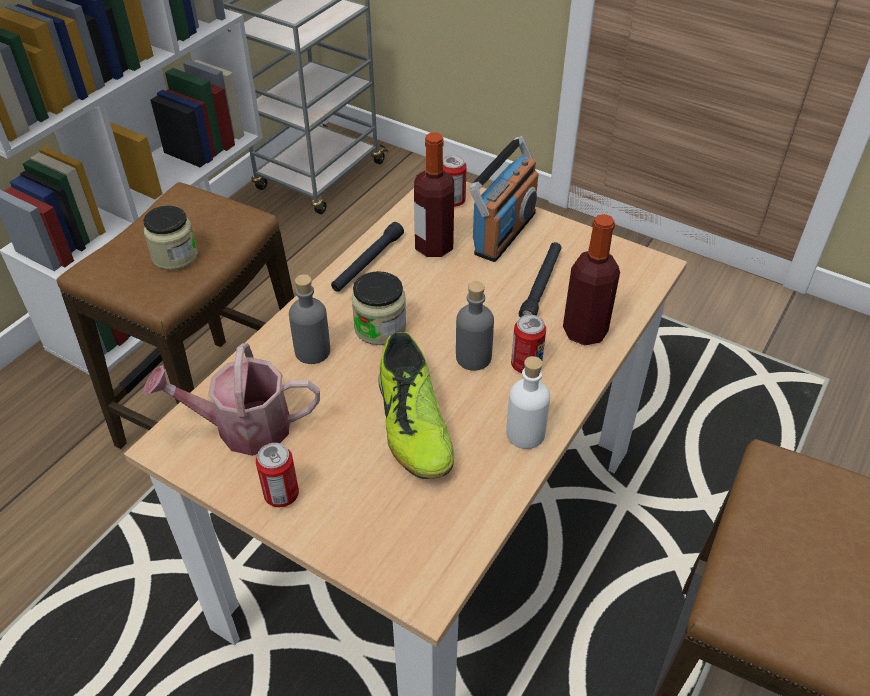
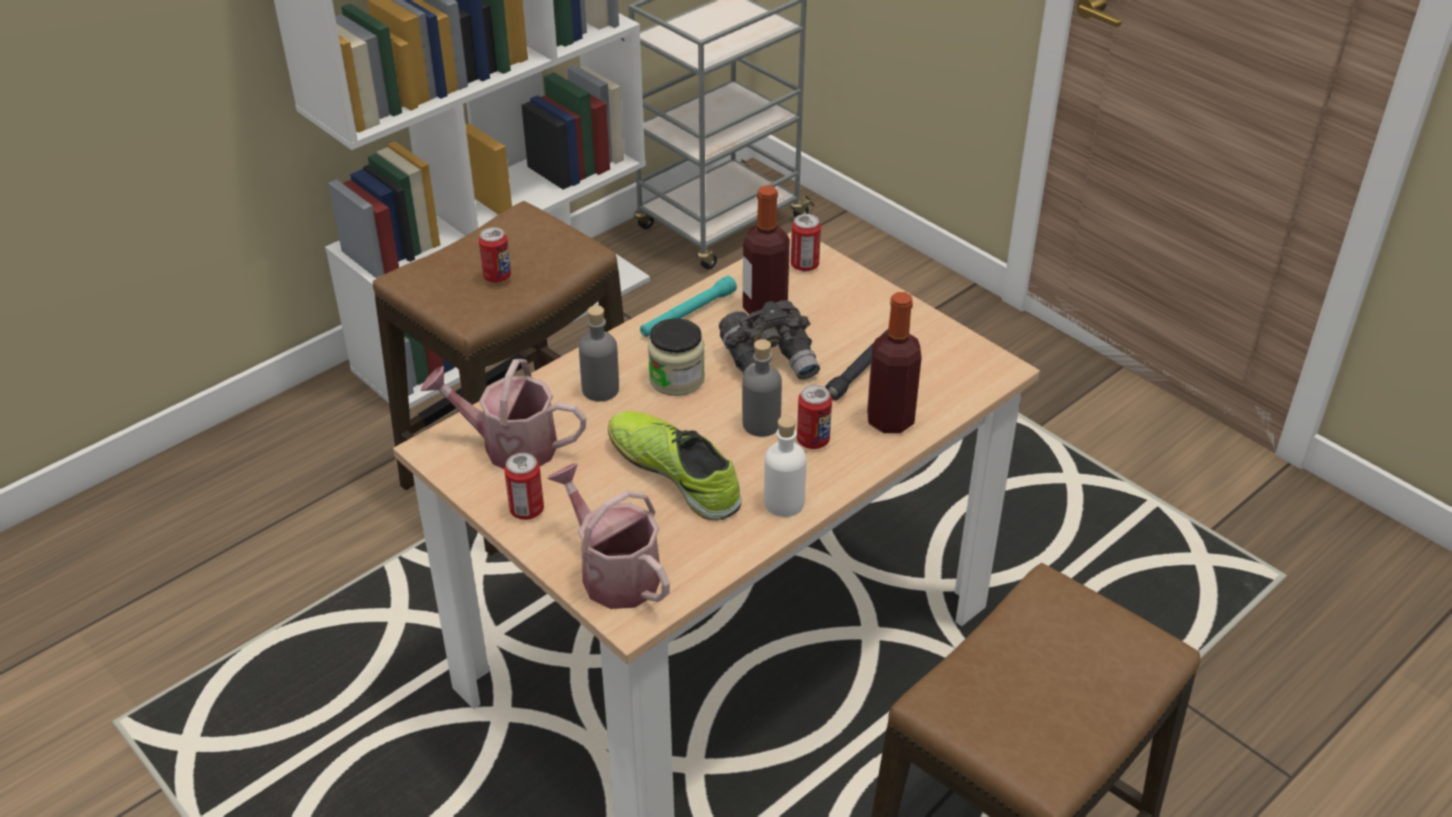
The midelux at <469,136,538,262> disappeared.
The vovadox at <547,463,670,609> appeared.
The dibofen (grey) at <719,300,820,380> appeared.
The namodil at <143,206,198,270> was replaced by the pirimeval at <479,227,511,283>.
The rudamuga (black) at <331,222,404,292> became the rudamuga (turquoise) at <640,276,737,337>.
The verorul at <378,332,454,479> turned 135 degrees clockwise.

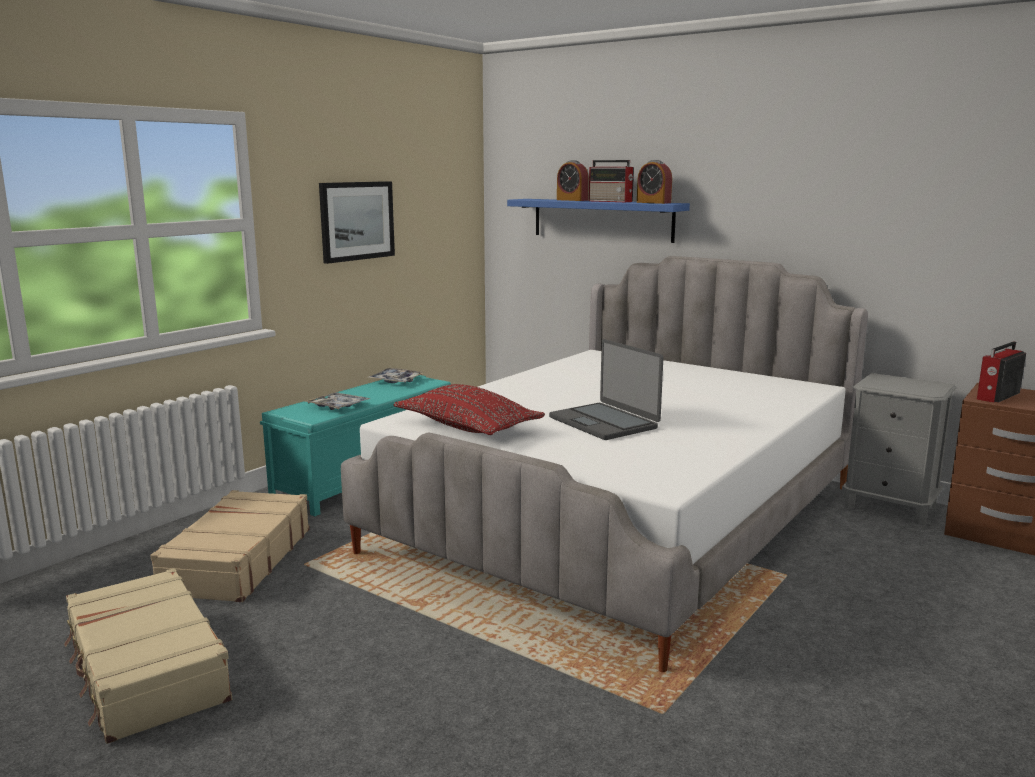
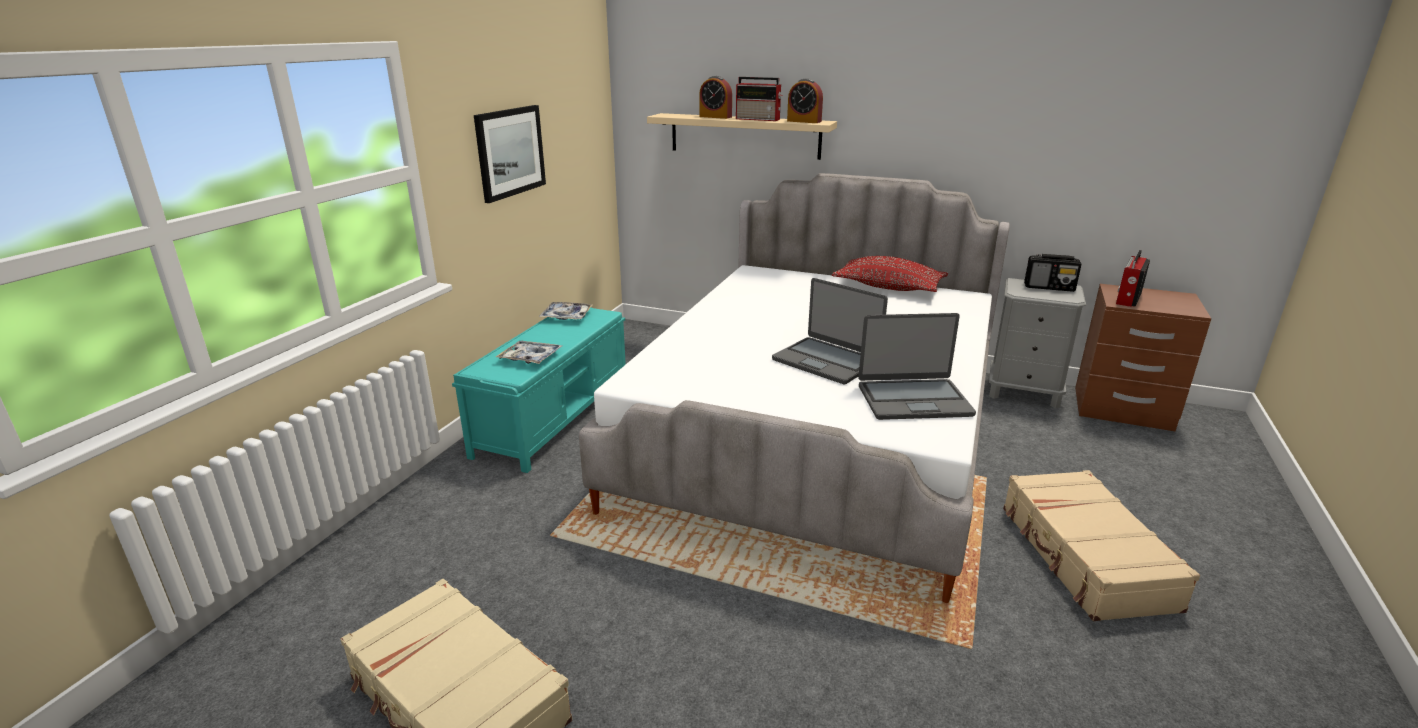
The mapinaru at <858,313,976,420> appeared.
The midelux at <1024,254,1081,292> appeared.
The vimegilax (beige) moved from <150,490,310,602> to <1003,470,1200,621>.
The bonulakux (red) moved from <394,384,545,435> to <832,256,949,292>.
The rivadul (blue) at <507,199,690,243> became the rivadul (beige) at <647,113,837,160>.

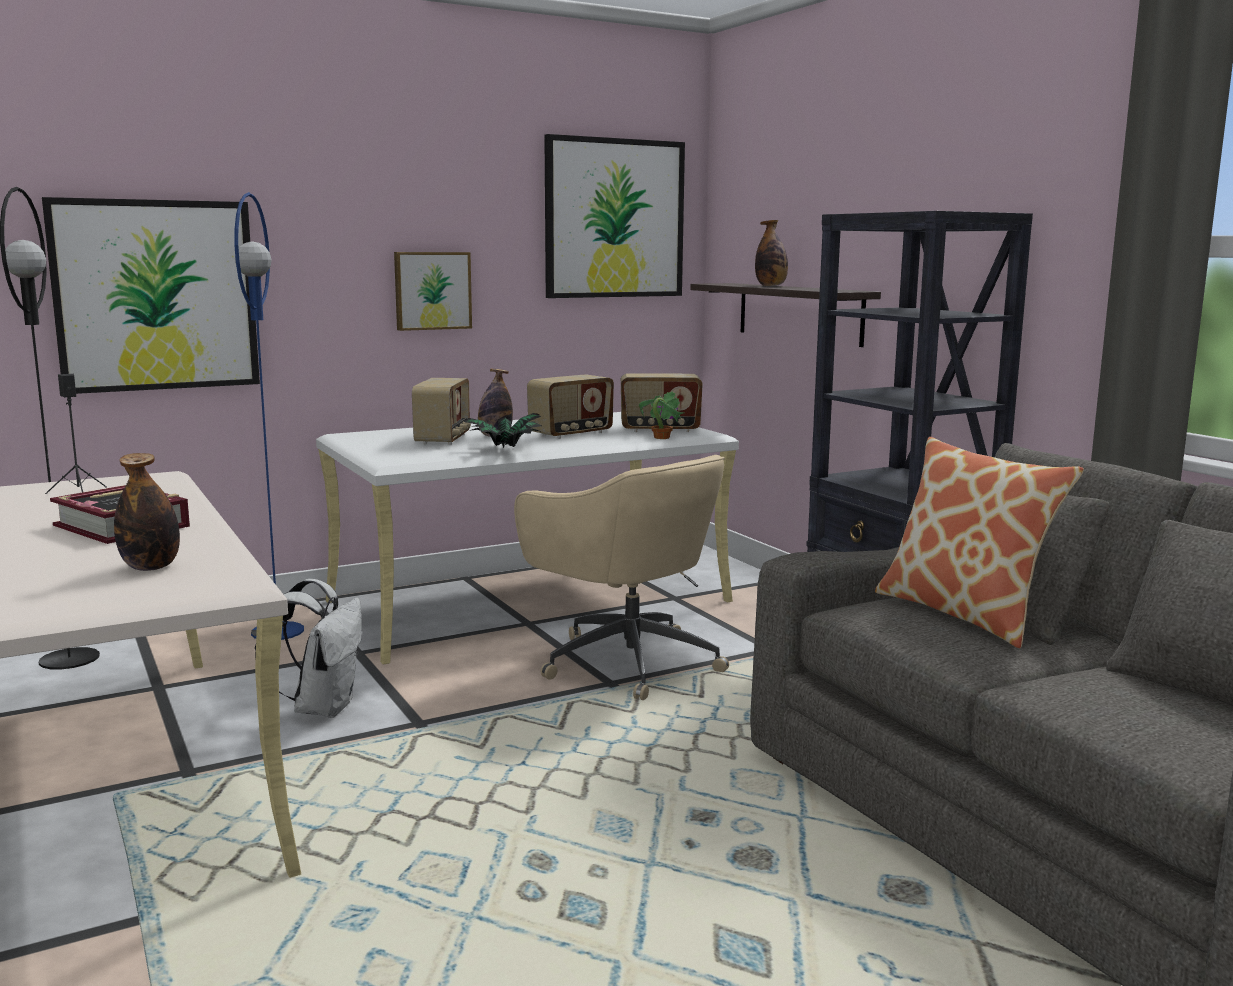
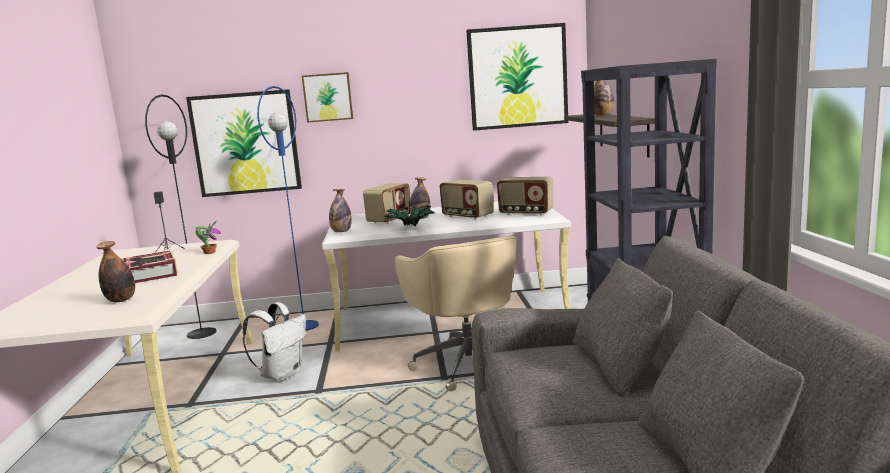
The bonulakux at <875,437,1084,648> disappeared.
The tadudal at <329,189,352,232> appeared.
The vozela moved from <394,252,472,331> to <302,72,353,123>.
The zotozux moved from <639,391,684,439> to <196,221,221,254>.
The midelux at <527,374,614,439> turned 60 degrees clockwise.

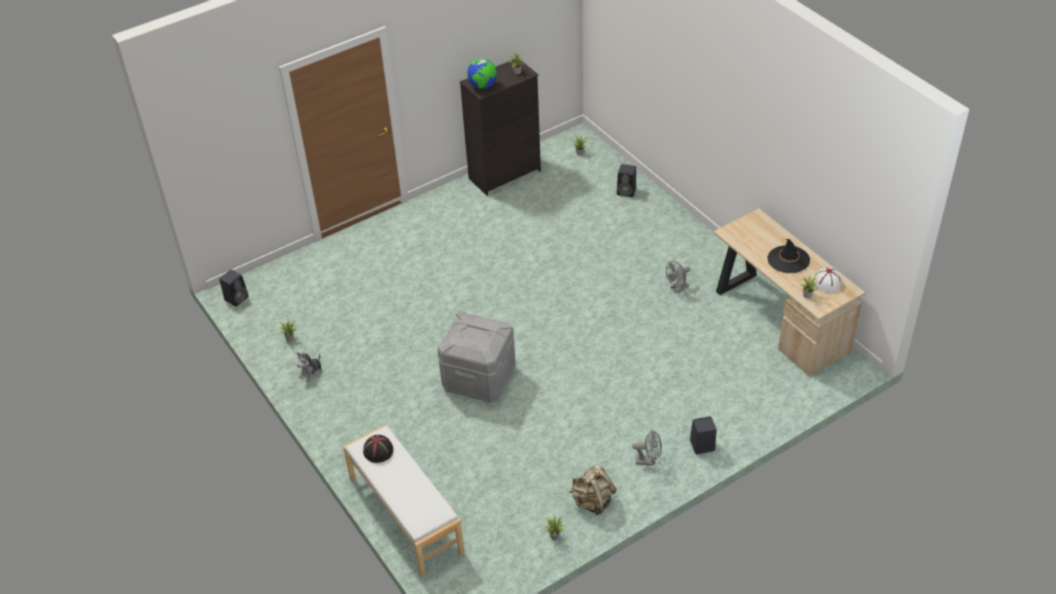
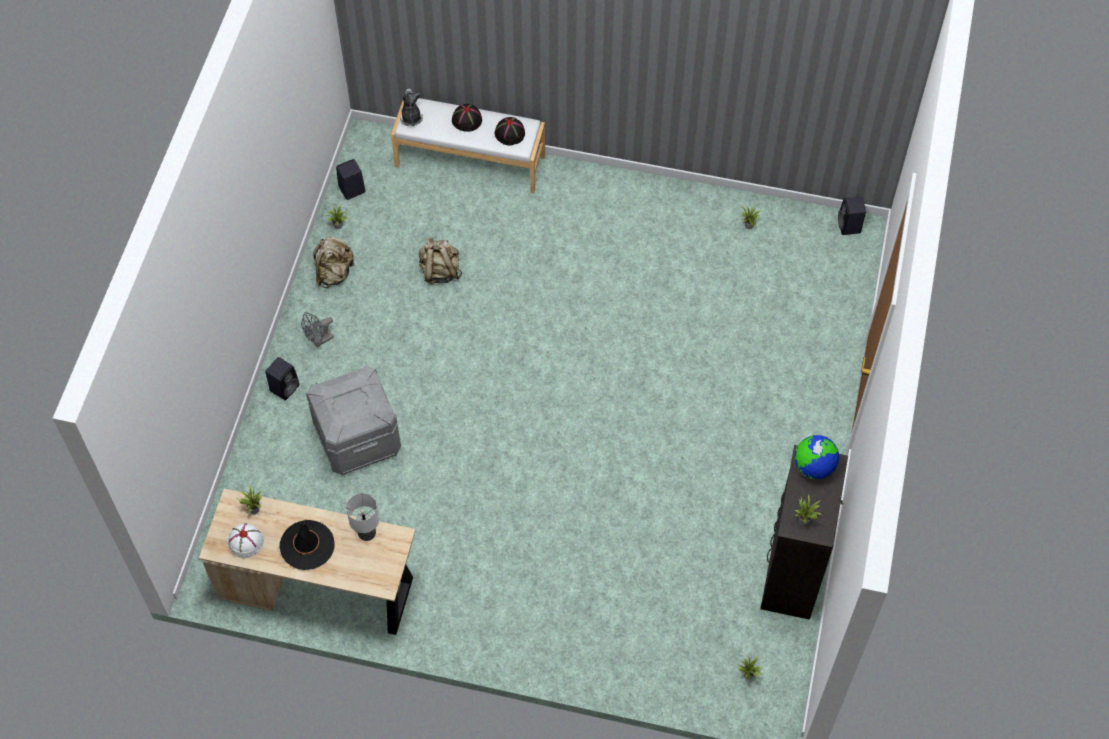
The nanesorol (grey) at <666,261,691,293> disappeared.
The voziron at <346,493,379,541> appeared.
The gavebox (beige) at <419,237,462,284> appeared.
The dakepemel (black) at <452,104,482,132> appeared.
The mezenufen moved from <297,352,322,382> to <400,89,423,126>.
The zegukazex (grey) moved from <437,311,516,403> to <306,366,401,475>.
The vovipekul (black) moved from <617,164,636,197> to <336,159,365,200>.

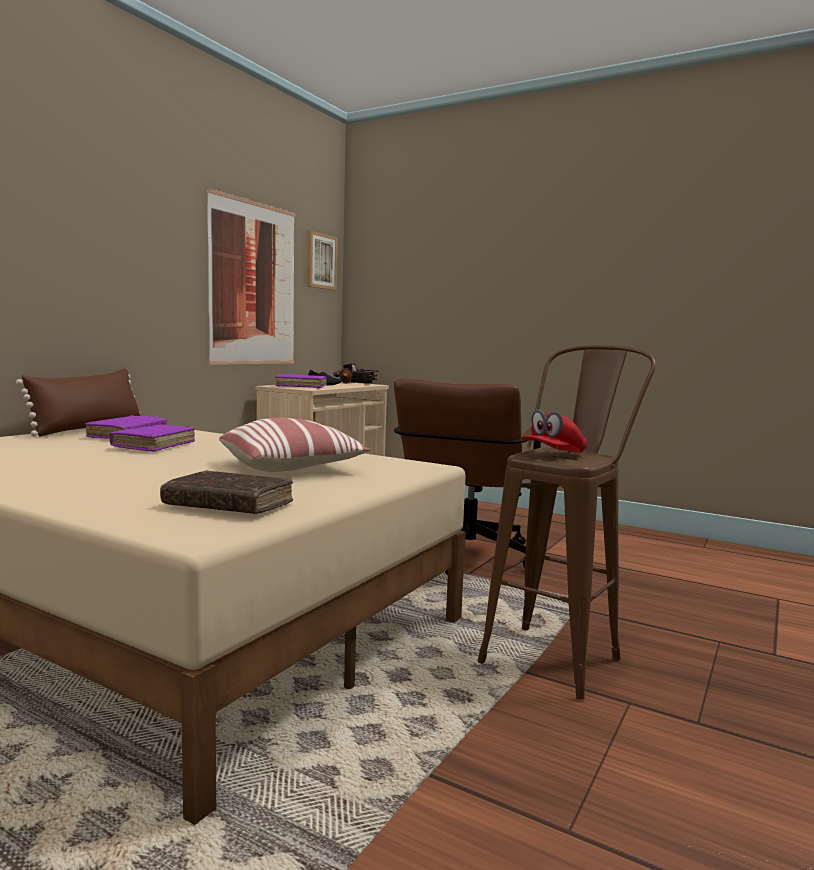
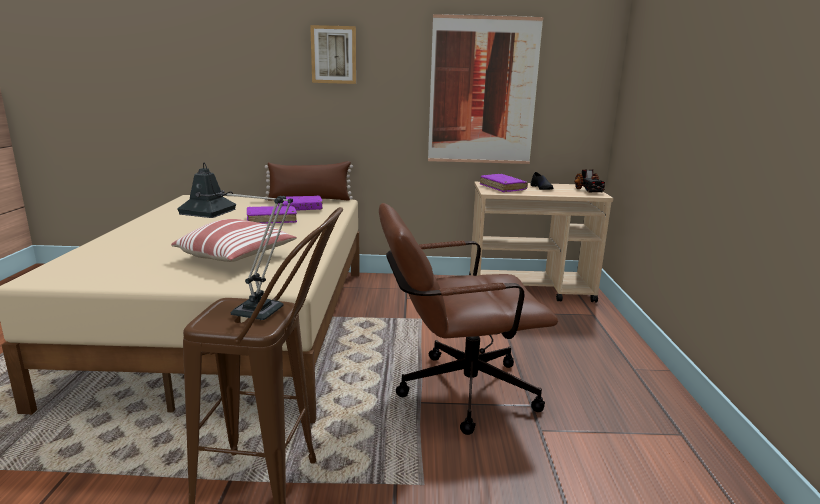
The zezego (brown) at <160,470,293,514> disappeared.
The vozela moved from <307,231,338,290> to <310,25,356,84>.
The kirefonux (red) at <521,410,587,453> was replaced by the voziron at <177,163,293,320>.

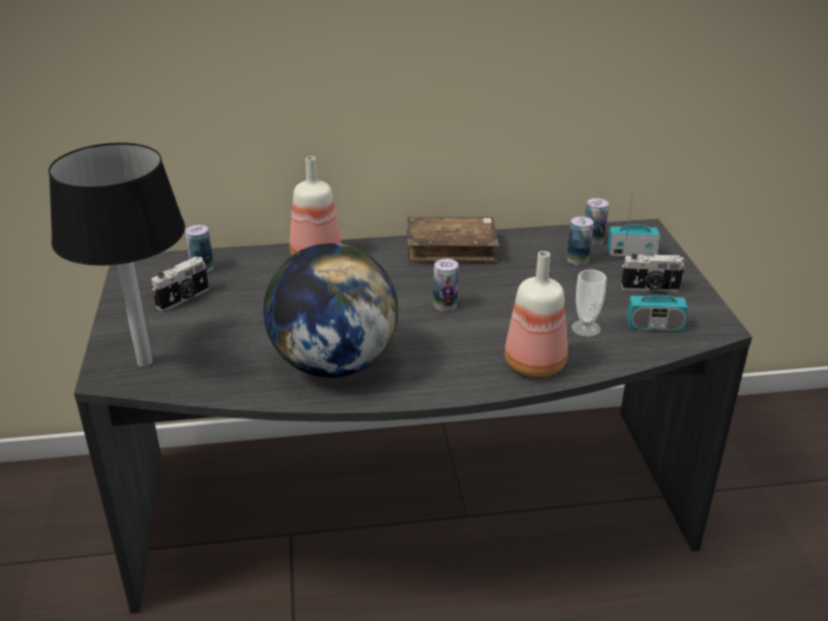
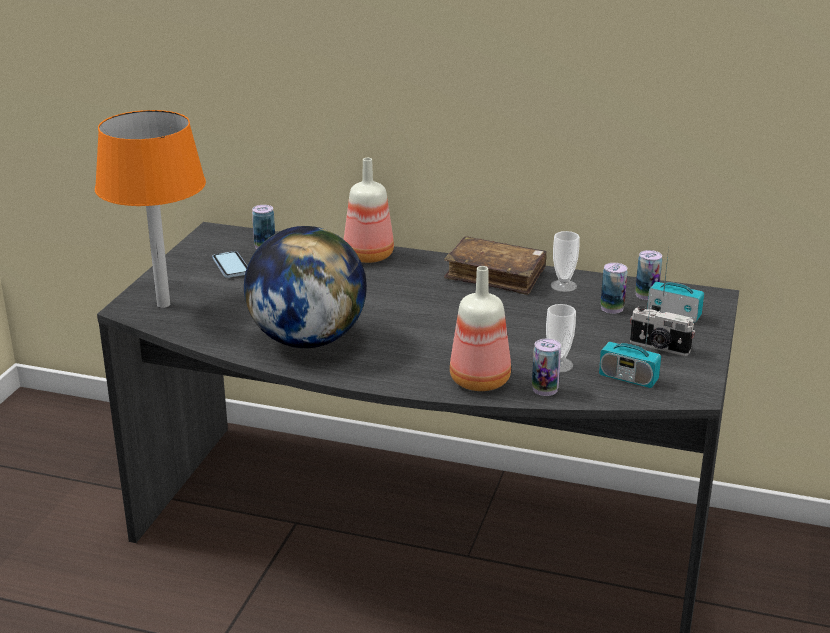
The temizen at <551,231,580,292> appeared.
The pirimeval moved from <433,259,459,311> to <532,339,561,396>.
The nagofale at <151,257,209,312> was replaced by the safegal at <212,251,247,278>.
The voziron (black) at <48,143,185,366> became the voziron (orange) at <95,110,206,308>.

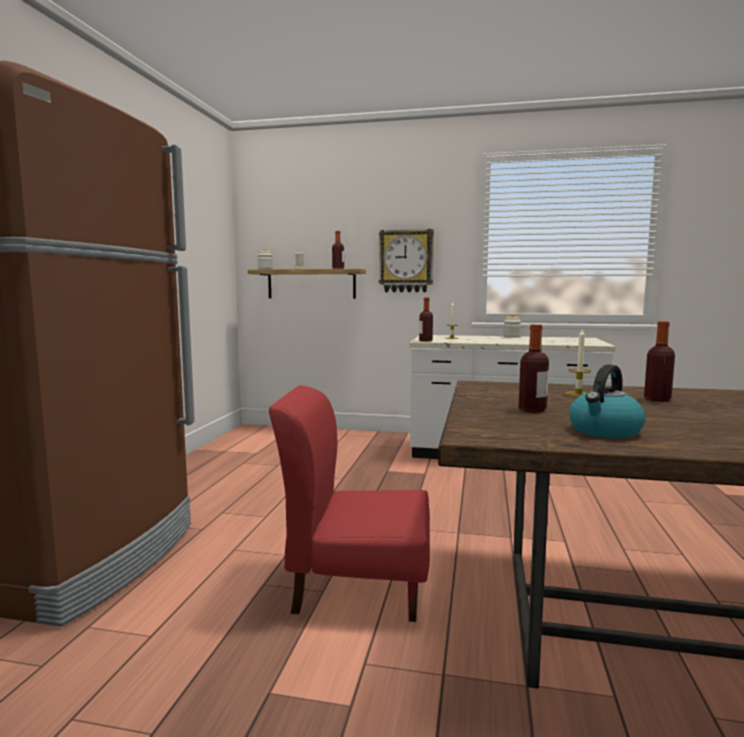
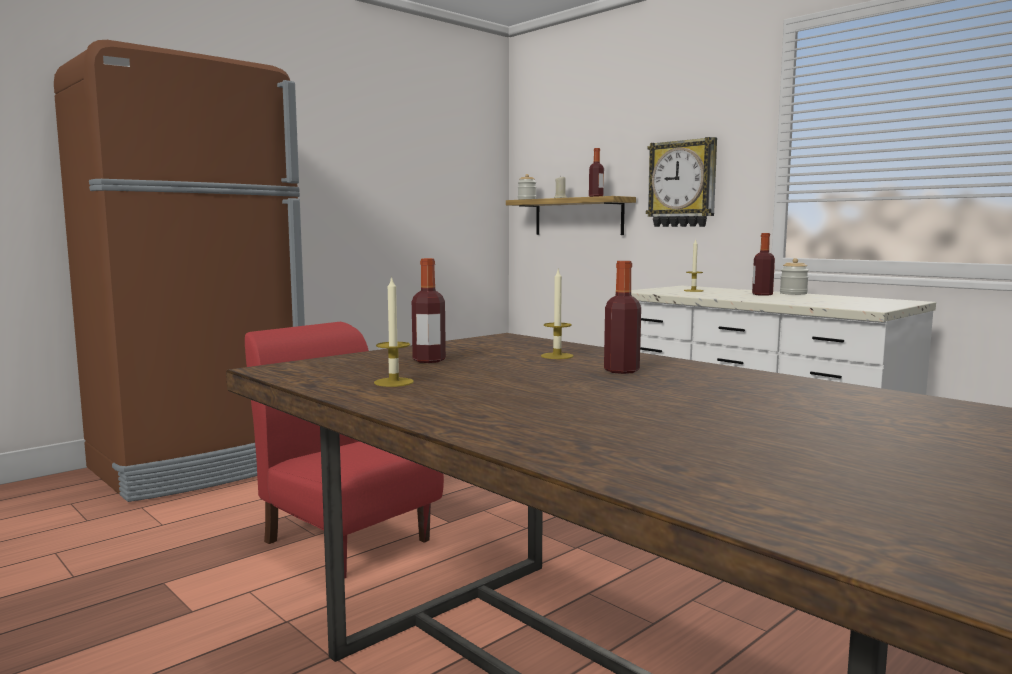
The tadudal moved from <419,297,433,342> to <752,233,775,296>.
The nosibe at <569,364,646,438> was replaced by the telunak at <374,276,414,387>.

